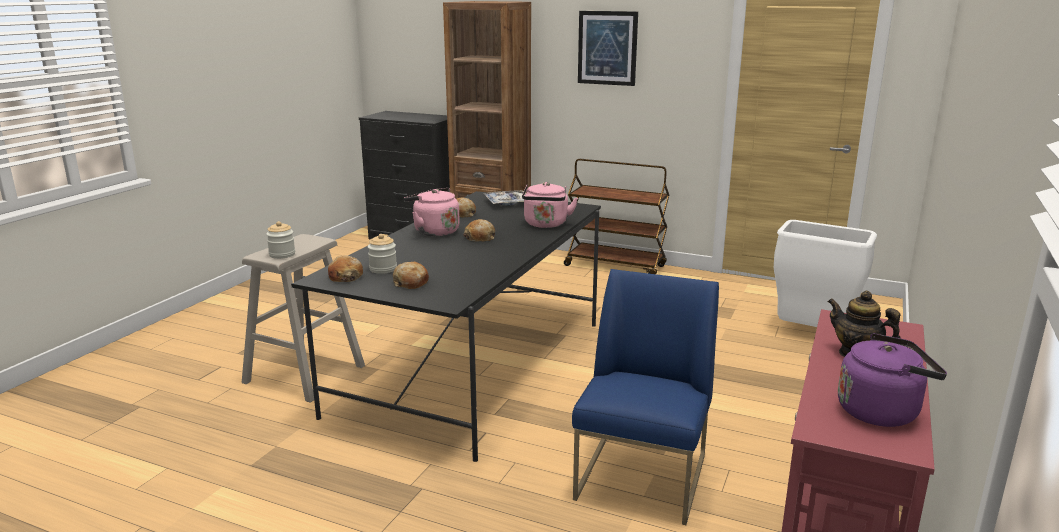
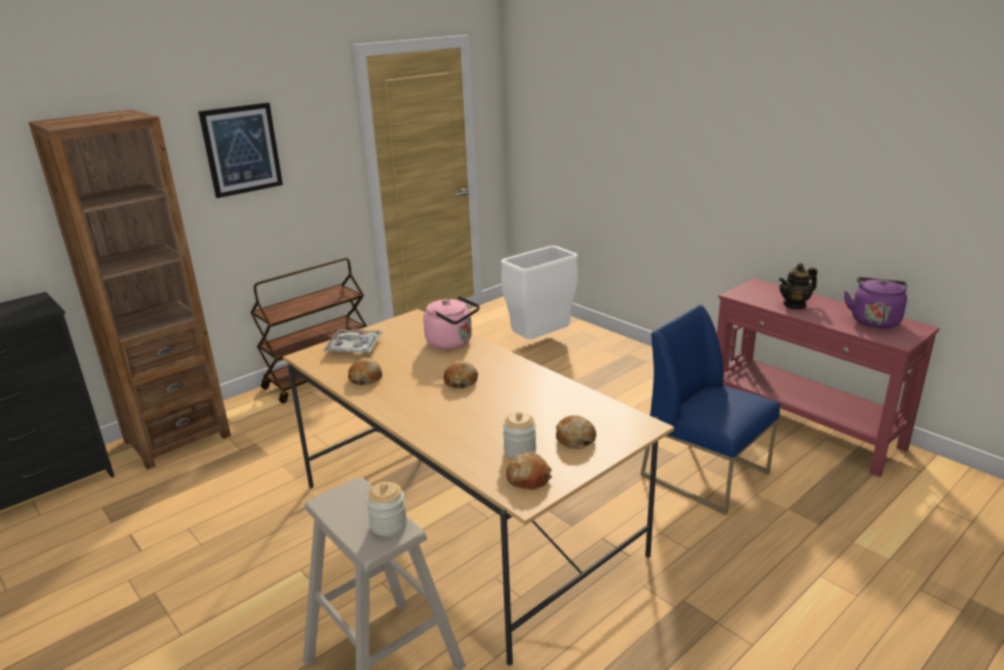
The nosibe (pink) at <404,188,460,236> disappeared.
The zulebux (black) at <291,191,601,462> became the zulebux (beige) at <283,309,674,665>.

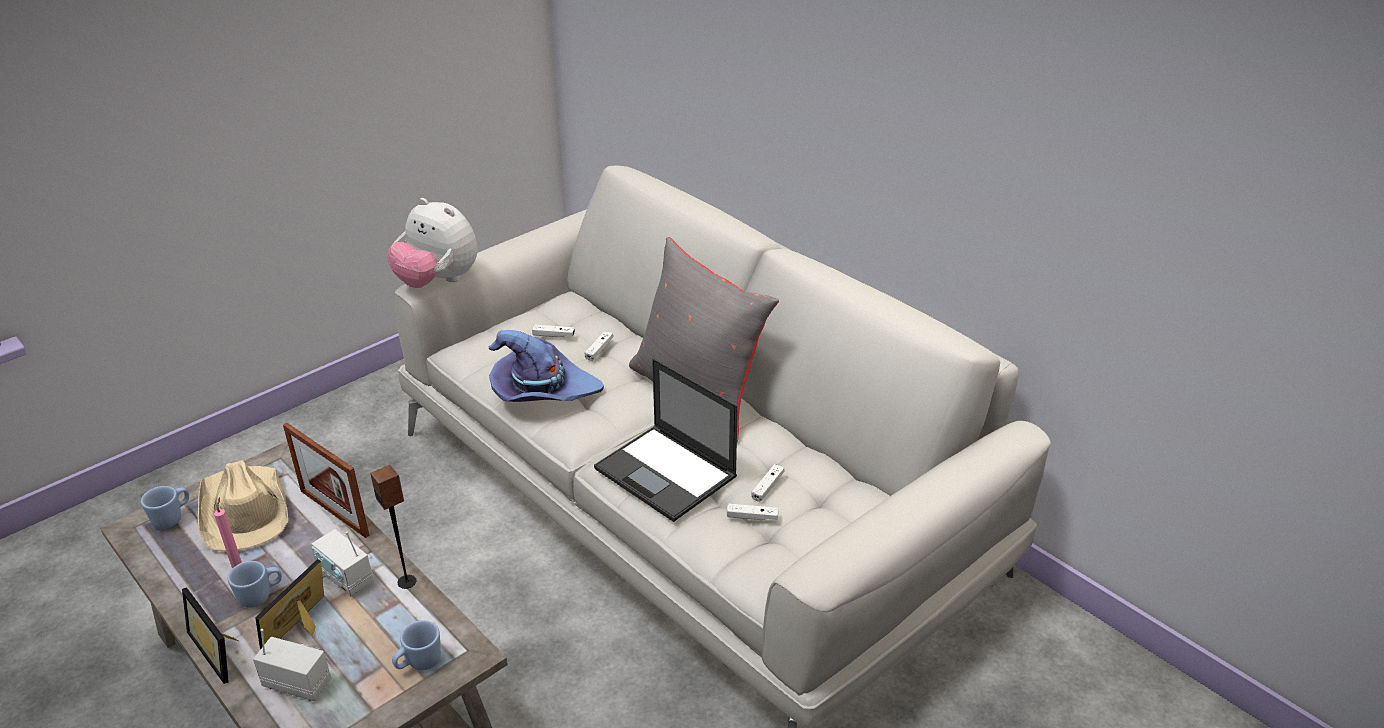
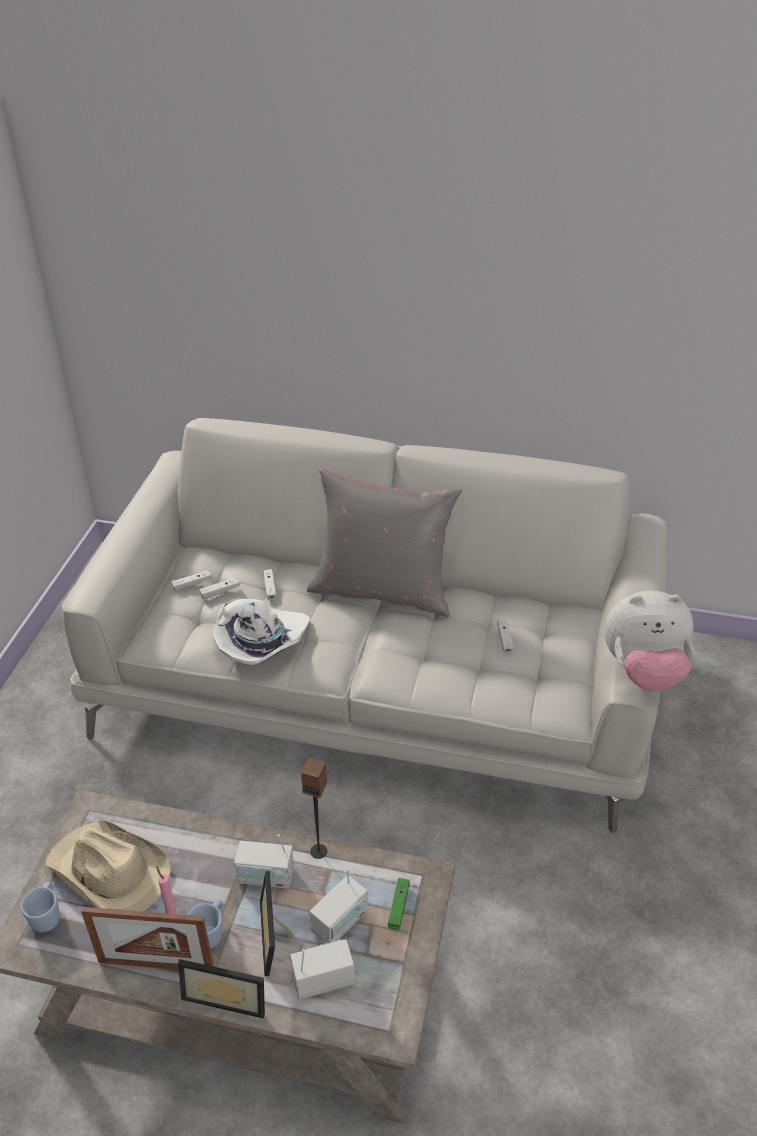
The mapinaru at <594,358,738,522> disappeared.
The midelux at <309,868,368,943> appeared.
The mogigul moved from <283,423,369,538> to <81,907,214,970>.
The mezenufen moved from <387,198,478,288> to <604,590,694,691>.
The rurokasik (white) moved from <727,503,779,520> to <172,570,212,591>.
The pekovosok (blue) at <392,620,441,670> was replaced by the rurokasik (green) at <388,878,410,930>.
The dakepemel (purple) at <489,330,604,402> became the dakepemel (white) at <213,598,310,665>.

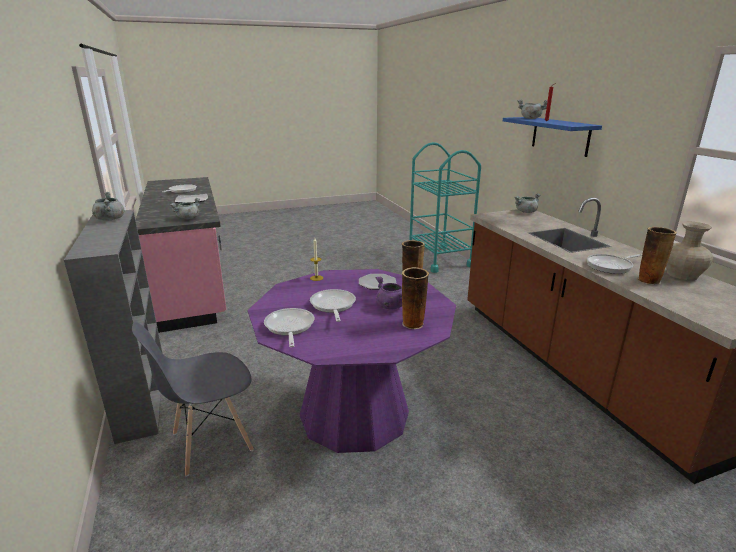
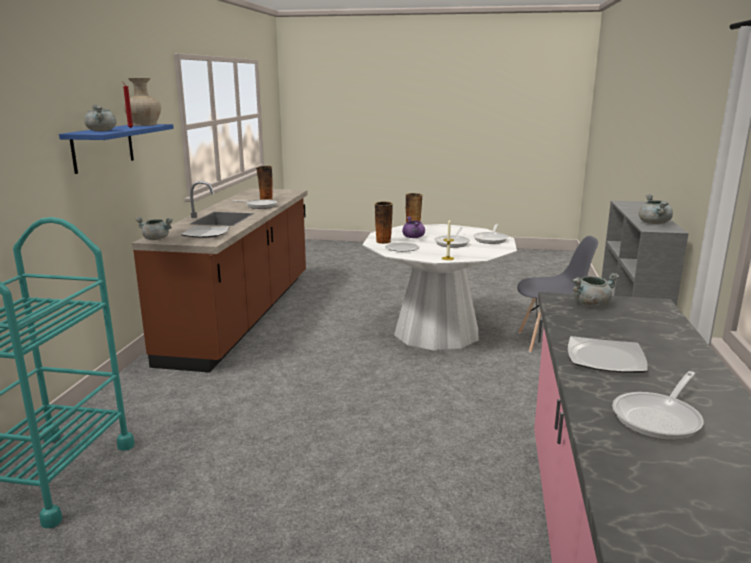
The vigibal at <181,226,230,238> appeared.
The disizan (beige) moved from <666,222,713,280> to <124,78,161,126>.
The zulebux (purple) at <248,269,456,453> became the zulebux (white) at <362,224,517,351>.

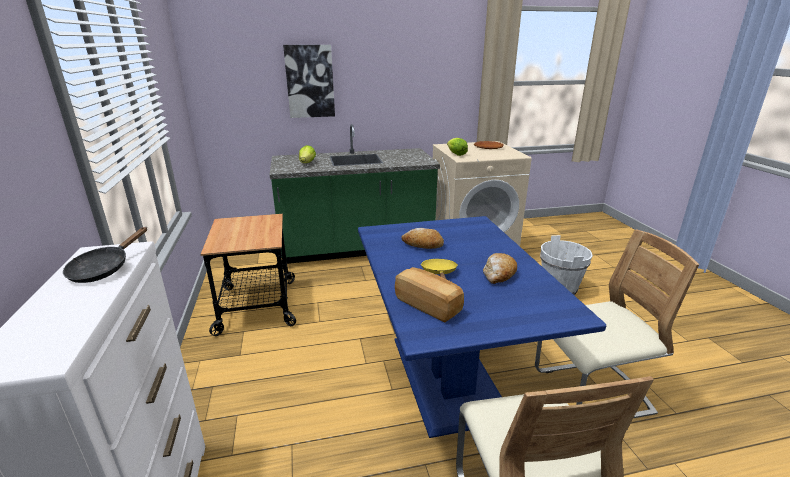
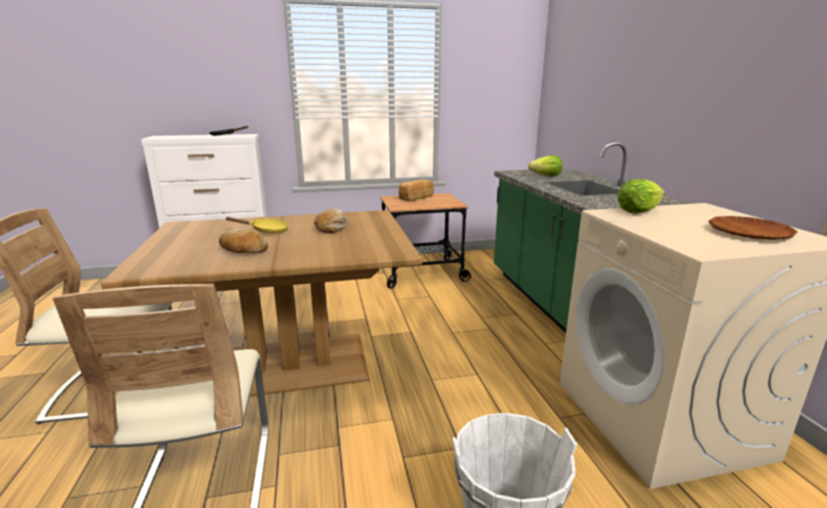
The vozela at <283,45,335,118> disappeared.
The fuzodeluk moved from <395,267,464,322> to <398,179,434,201>.
The zulebux (blue) at <358,216,606,438> became the zulebux (brown) at <101,210,422,396>.

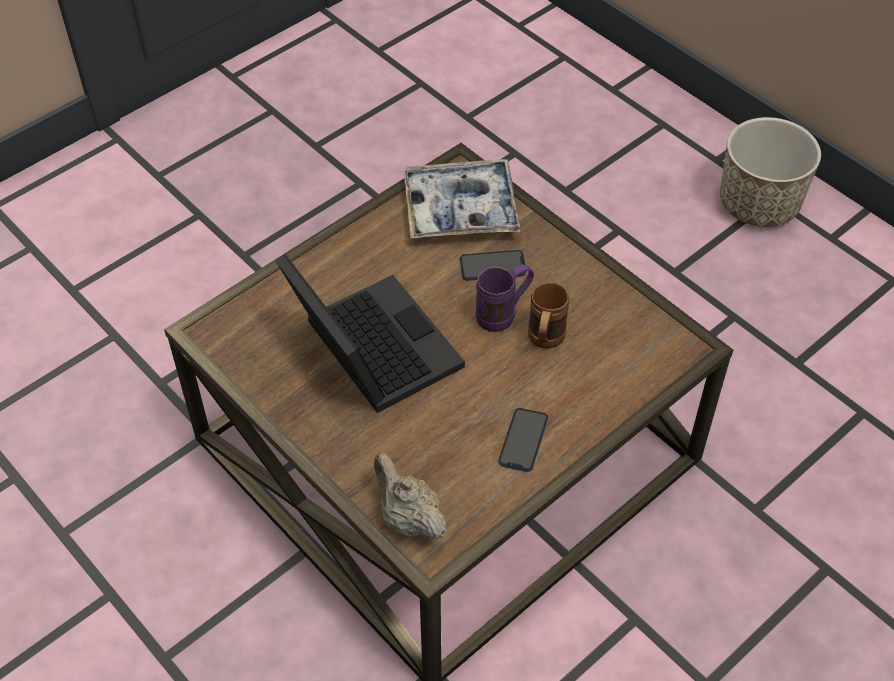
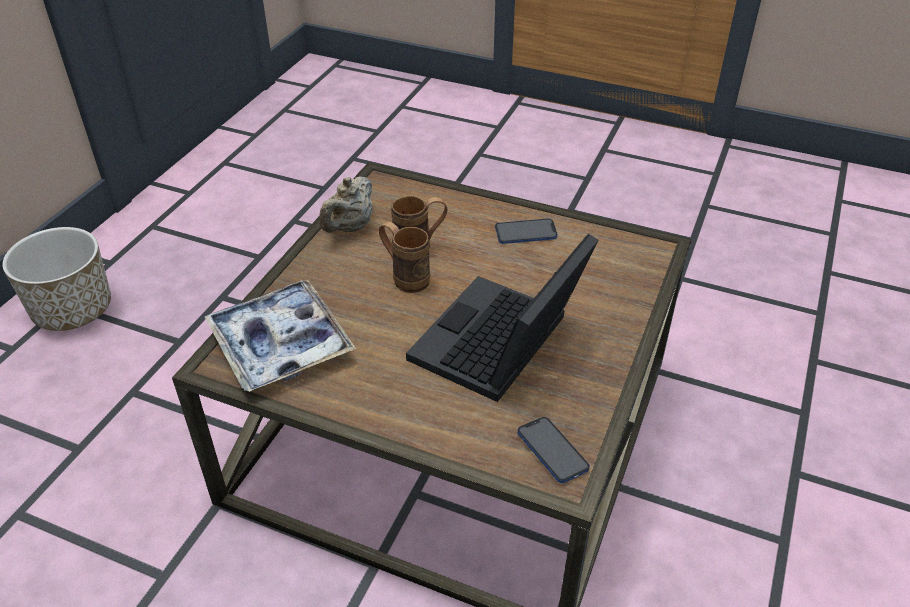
The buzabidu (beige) moved from <374,452,447,539> to <320,176,373,233>.
The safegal moved from <460,250,526,281> to <517,417,590,483>.
The pekovosok (purple) at <476,265,534,332> became the pekovosok (brown) at <379,222,430,293>.

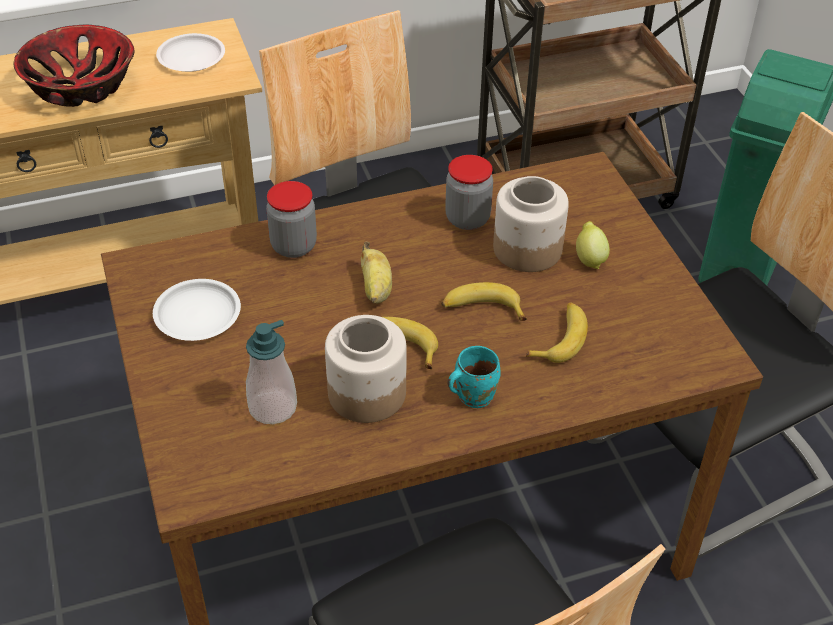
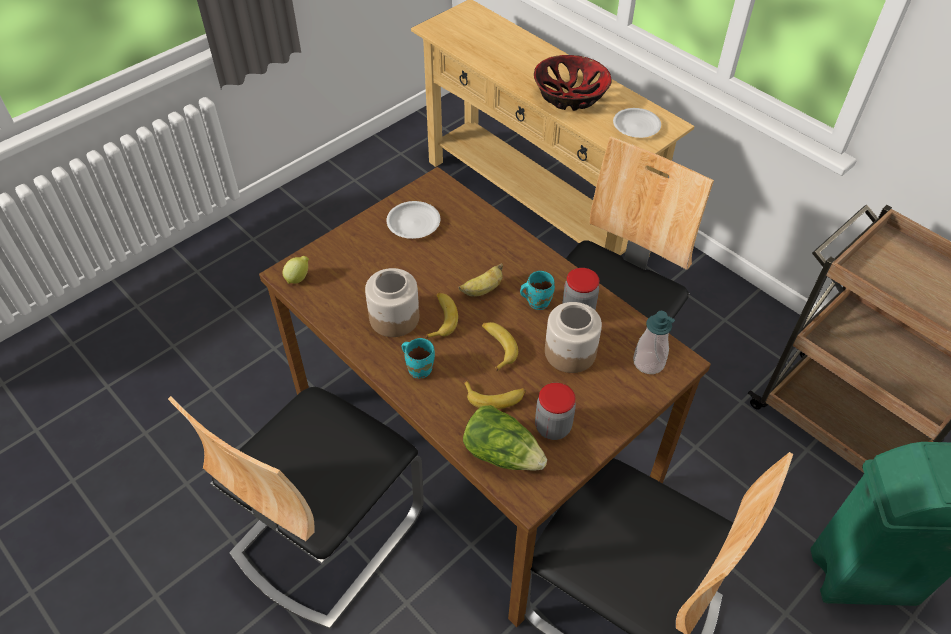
The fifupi at <463,405,547,471> appeared.
The pekovosok (turquoise) at <520,271,555,310> appeared.
The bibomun moved from <246,320,297,424> to <633,311,675,374>.
The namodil moved from <266,181,317,258> to <535,383,576,440>.
The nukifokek moved from <576,221,610,269> to <283,256,309,284>.

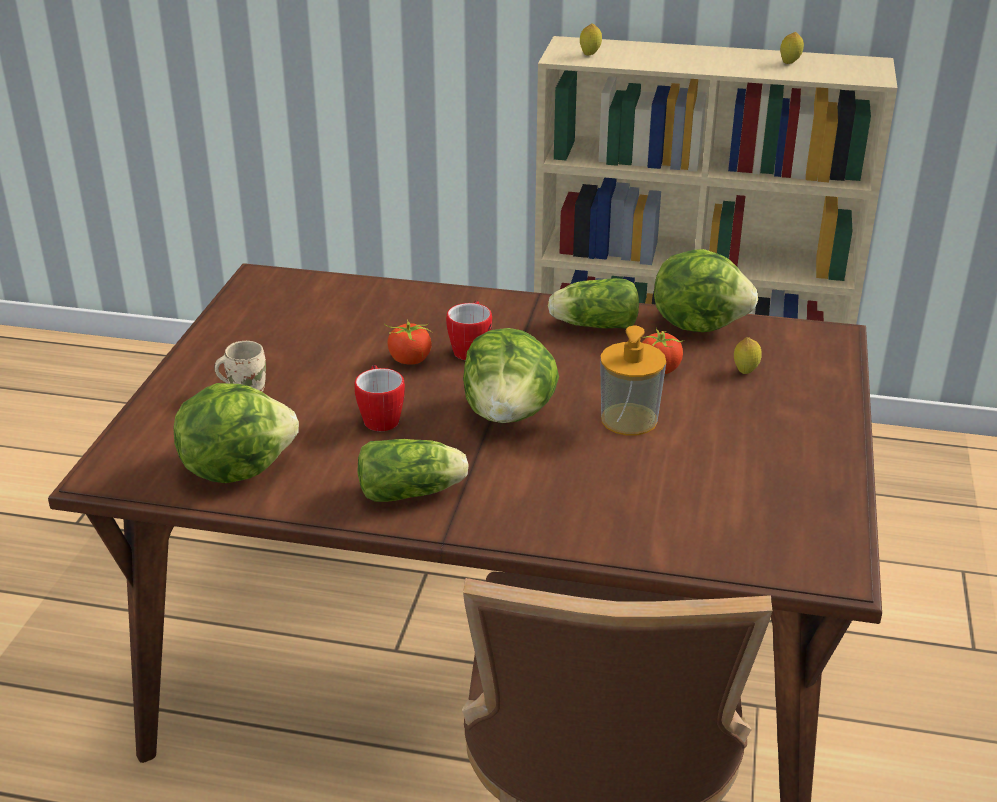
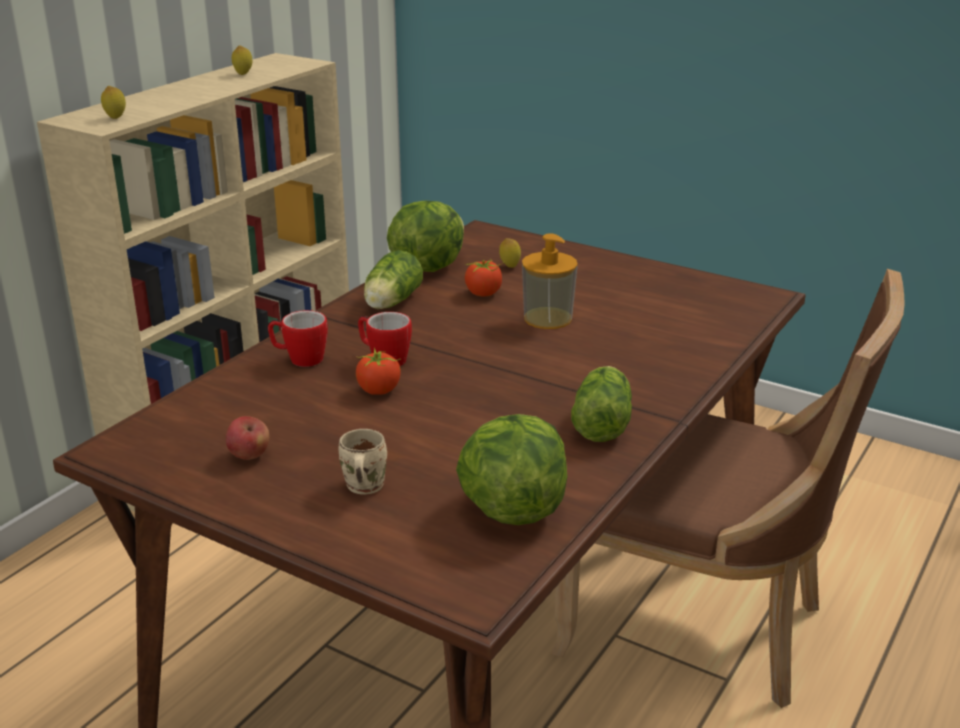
The fifupi at <463,328,559,423> disappeared.
The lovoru at <226,416,269,460> appeared.
The pekovosok moved from <354,365,405,431> to <268,310,328,367>.

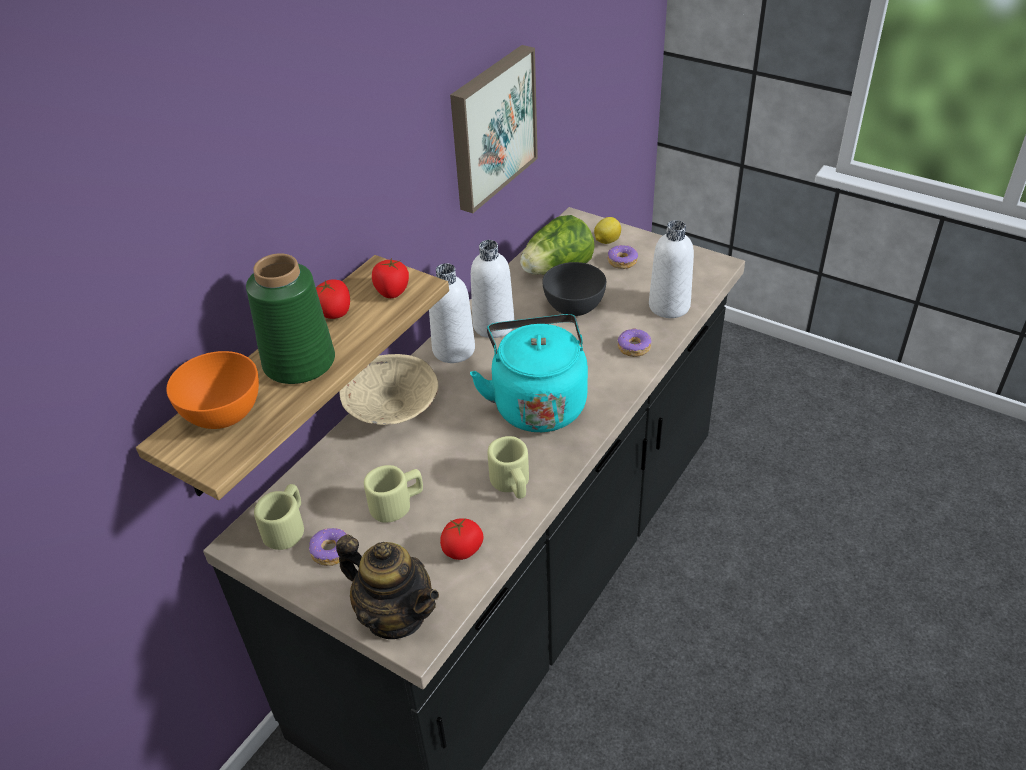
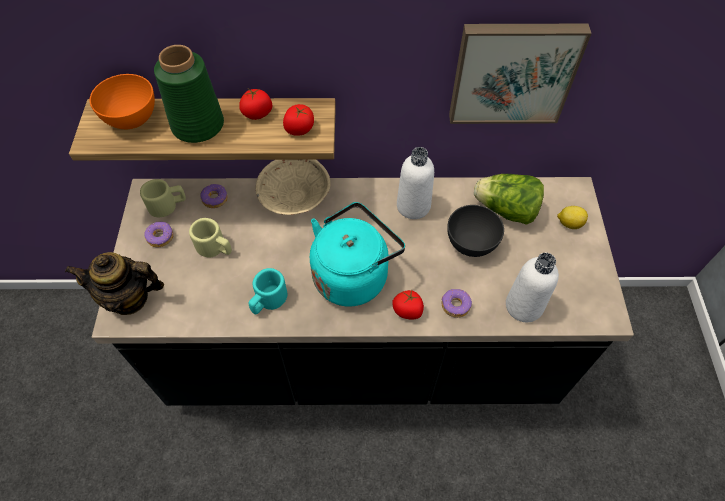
The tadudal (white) at <429,263,475,363> disappeared.
The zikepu moved from <440,518,484,560> to <392,289,424,320>.
The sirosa moved from <608,245,638,269> to <200,184,228,208>.
The pekovosok (beige) at <488,436,529,499> became the pekovosok (turquoise) at <249,268,288,314>.
The buzabidu at <336,535,439,639> turned 90 degrees clockwise.

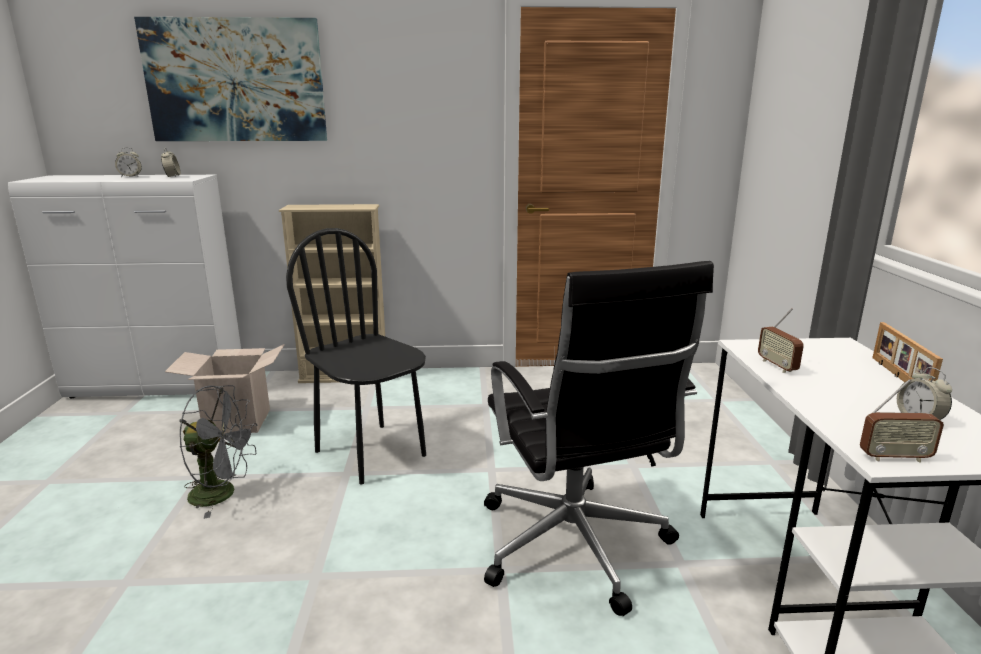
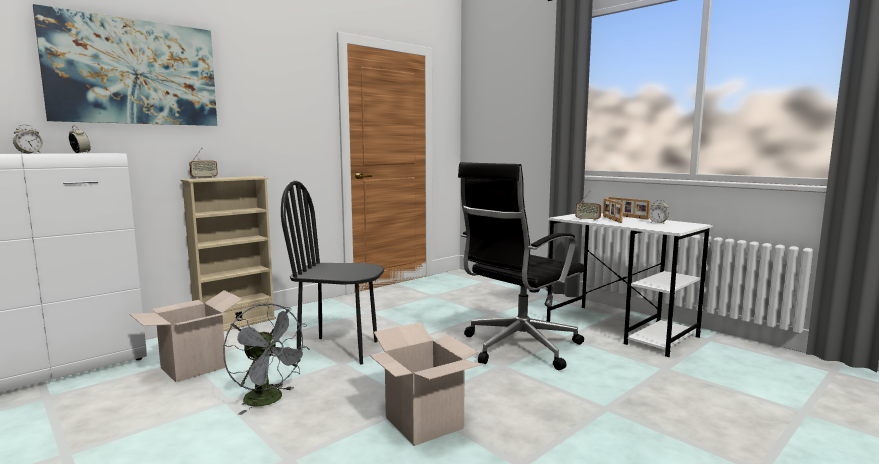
The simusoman at <369,322,482,446> appeared.
The mogigul at <603,198,623,223> appeared.
The midelux moved from <860,379,944,463> to <189,148,218,179>.
The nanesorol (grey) at <179,385,258,519> turned 75 degrees clockwise.
The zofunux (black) at <484,261,714,616> turned 105 degrees clockwise.

